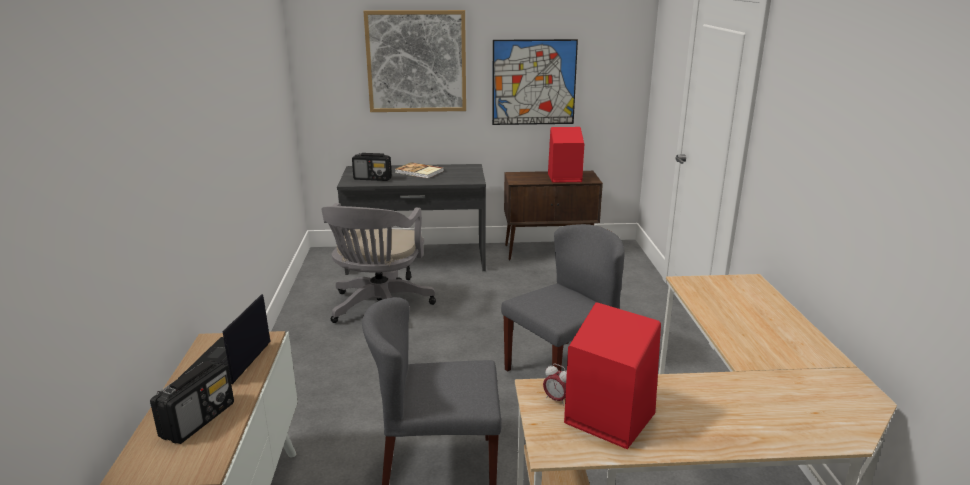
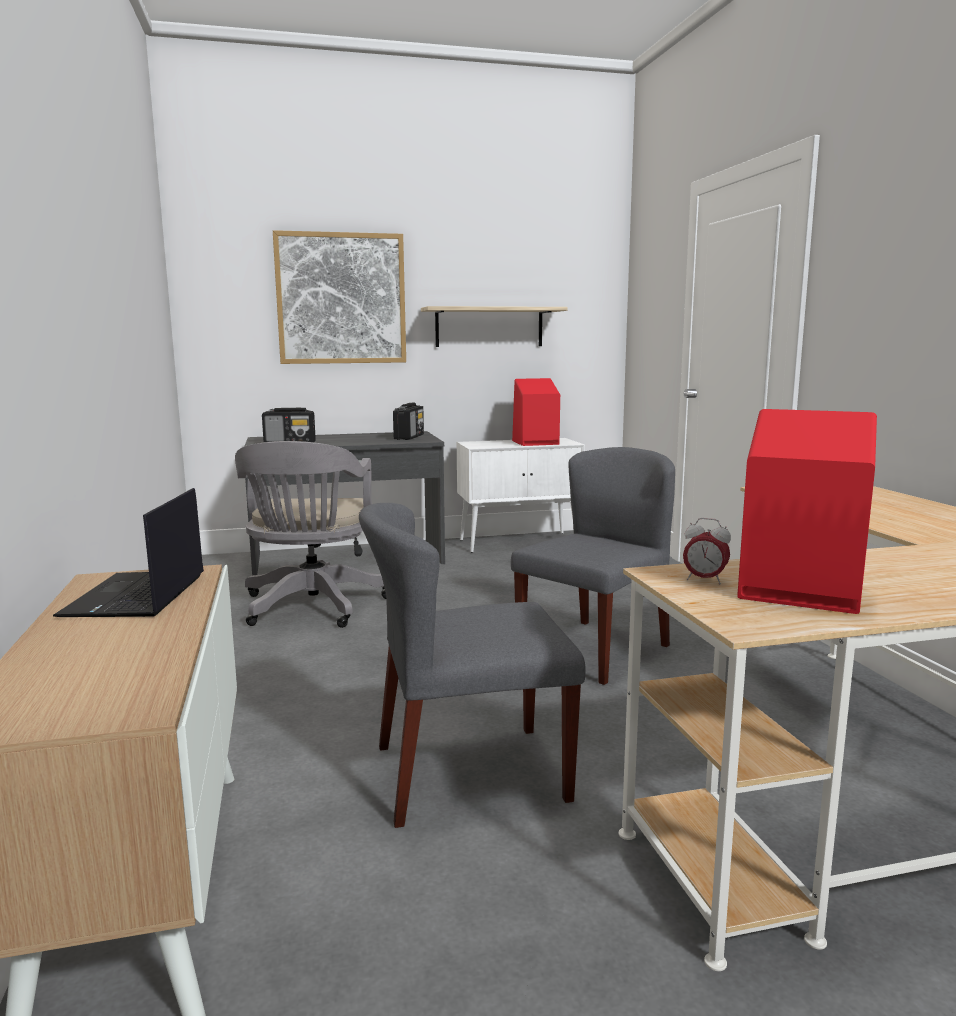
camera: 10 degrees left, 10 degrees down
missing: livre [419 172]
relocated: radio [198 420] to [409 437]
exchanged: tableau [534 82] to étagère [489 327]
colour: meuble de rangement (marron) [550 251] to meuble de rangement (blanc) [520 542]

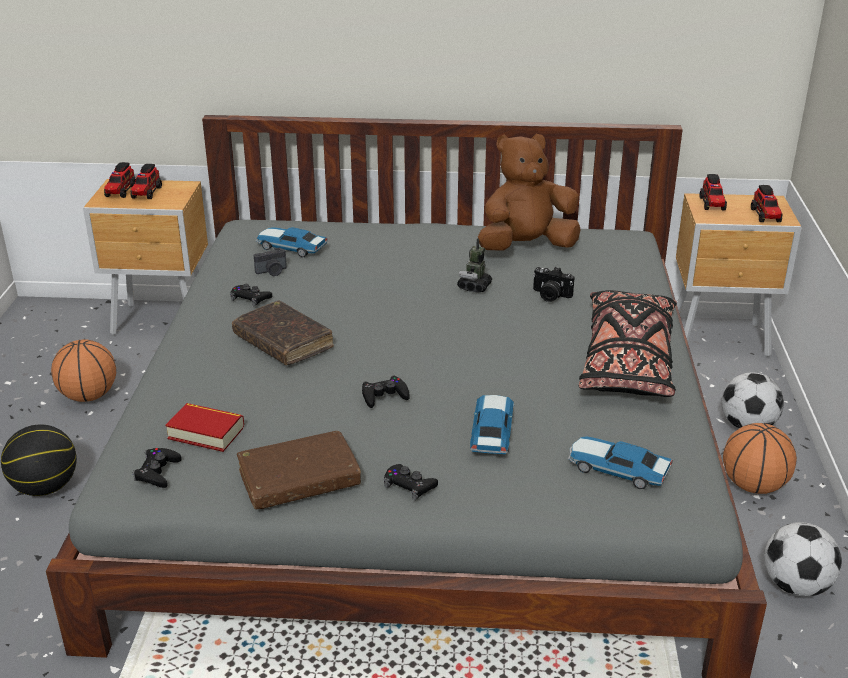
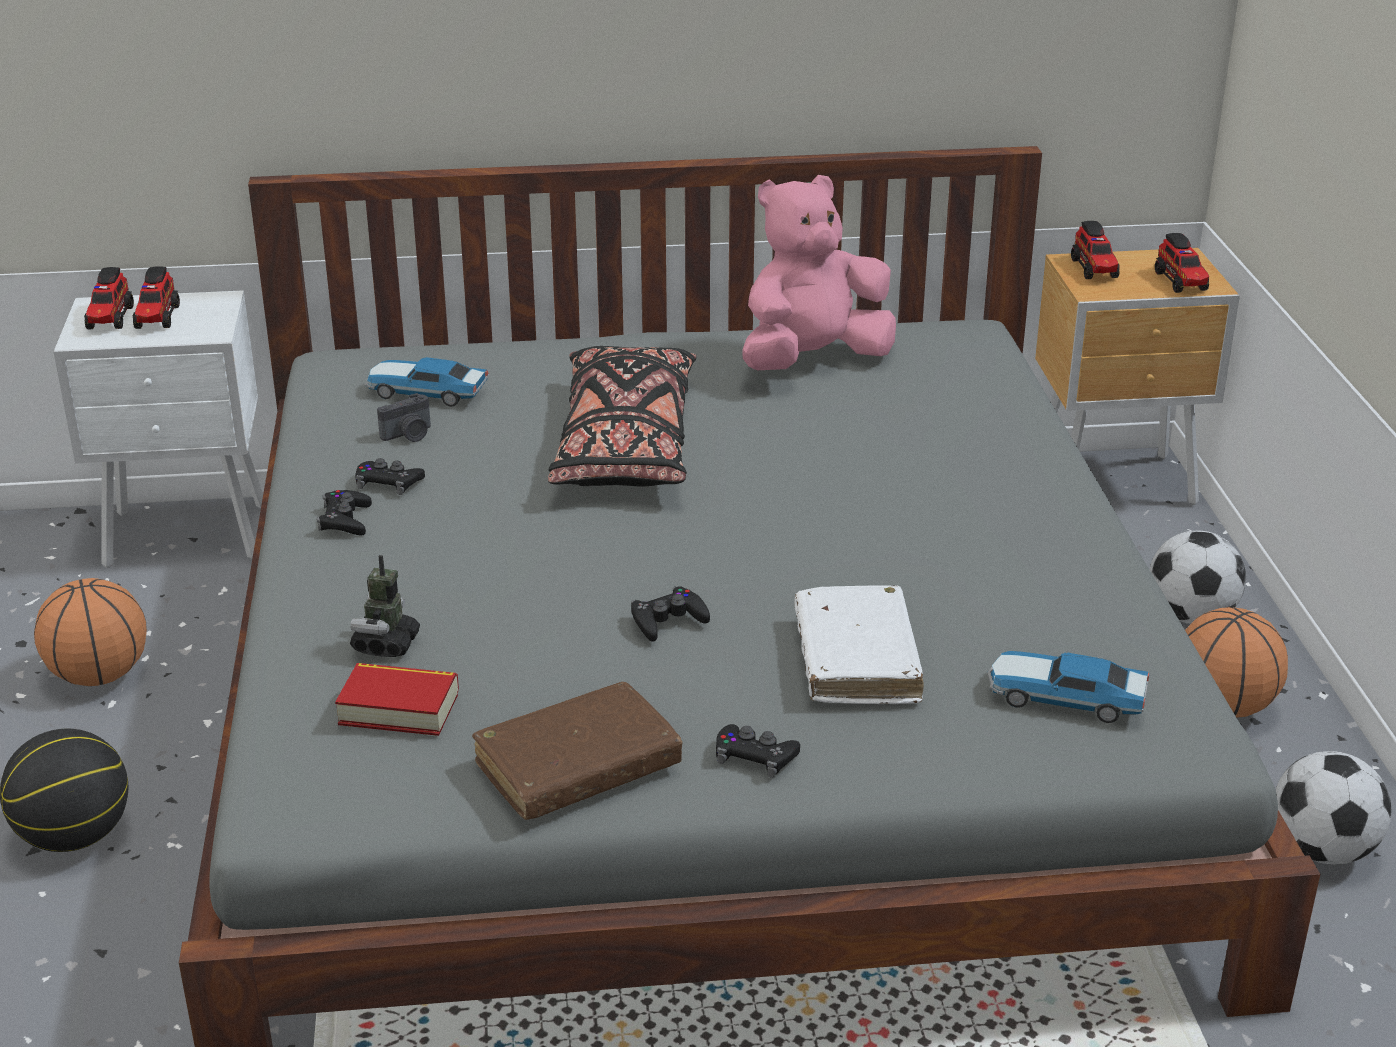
camera: 10 degrees left, 0 degrees up
missing: livre (marron) [283 342]; appareil photo [550 296]
relocated: manette (noir) [157 472] to [345 520]; robot jouet [474 287] to [386 644]; coussin (noir) [627 361] to [625 444]
exchanged: petite voiture [492 432] to livre (blanc) [856 660]
colour: table de chevet (marron) [164 322] to table de chevet (blanc) [190 538]; peluche (marron) [526 247] to peluche (rose) [812 361]

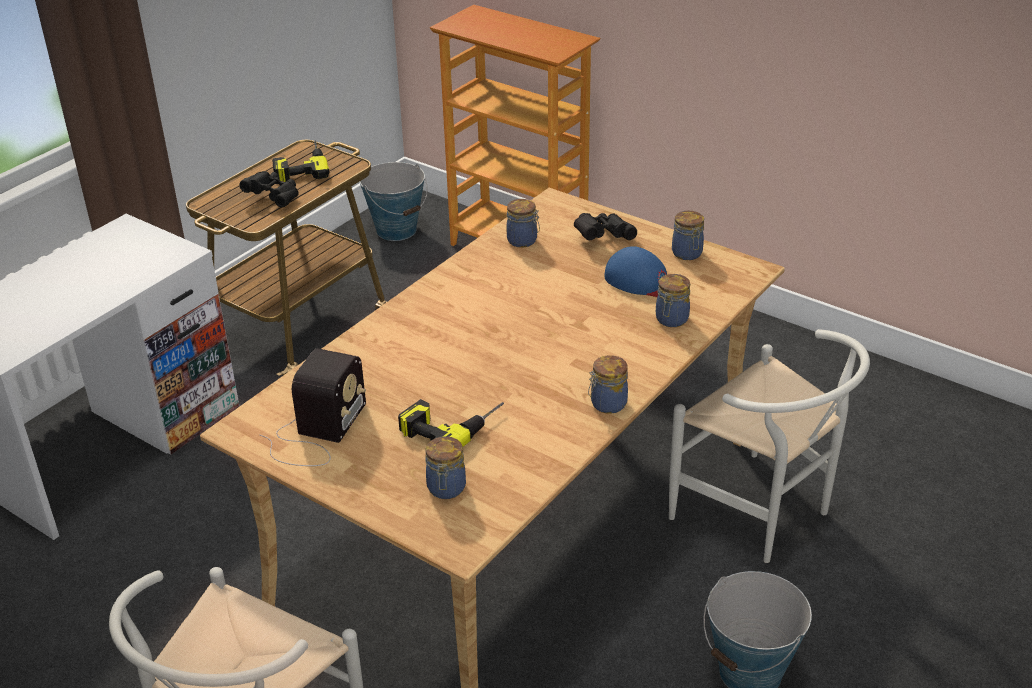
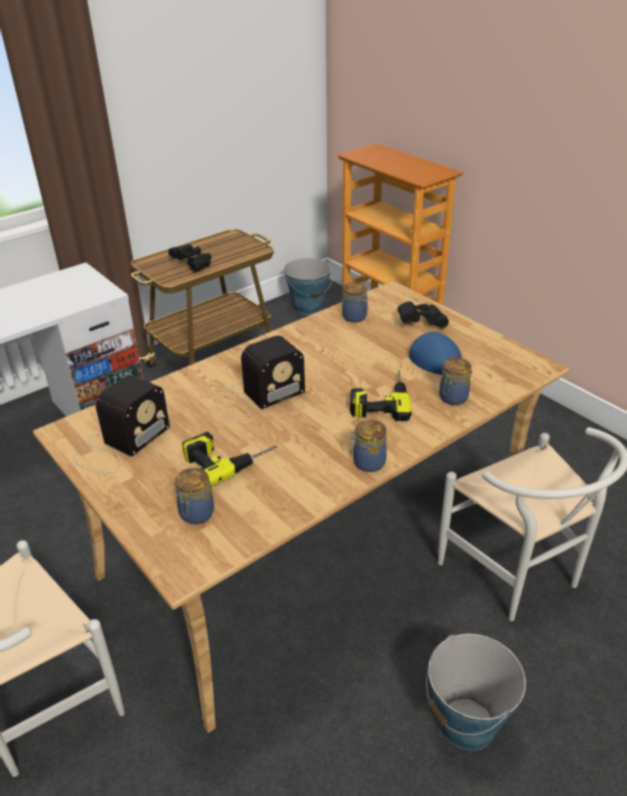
camera: 15 degrees right, 0 degrees up
missing: bocal [687 254]
appeared: radio [255 396]
relocated: perceuse [300 166] to [379 399]

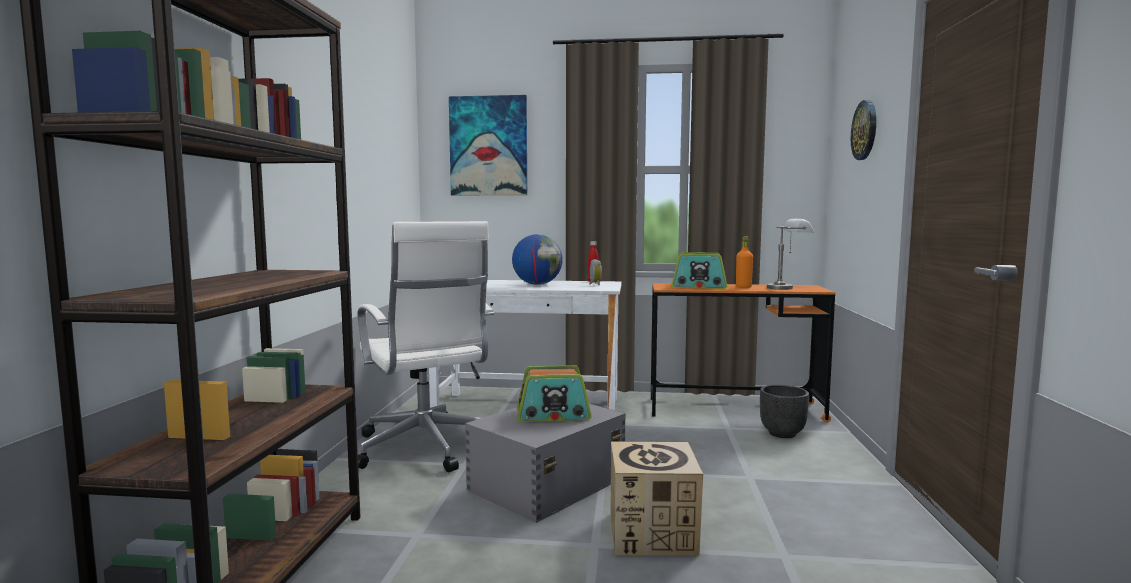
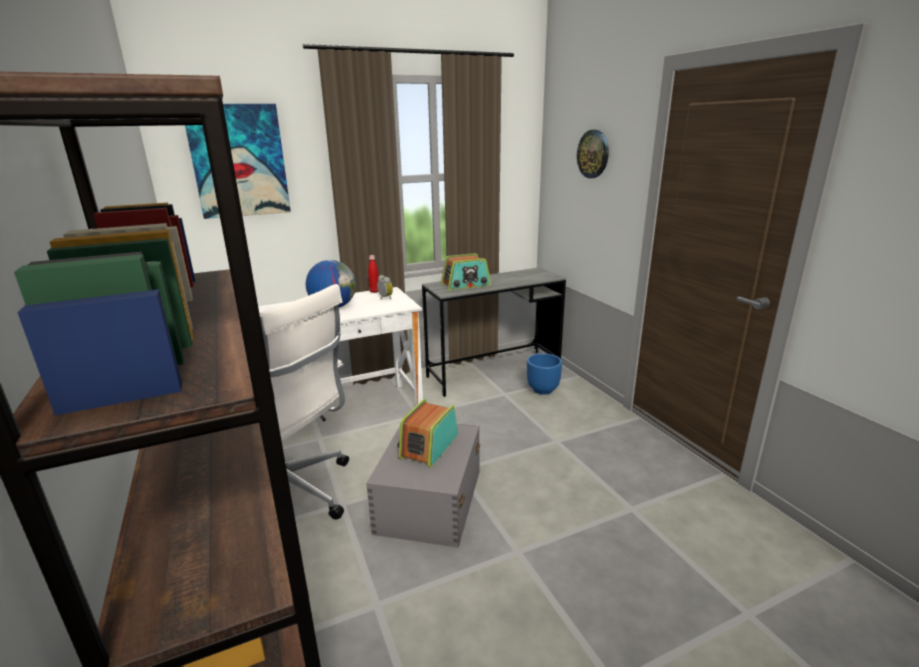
camera: 30 degrees left, 15 degrees up
missing: carton [652 533]; bouteille (orange) [743 287]; lampe de table (gris) [788 288]
colour: bureau (orange) [734 409] to bureau (gris) [494 373]; cache-pot (noir) [783 434] to cache-pot (bleu) [543 390]
spun: radio [553 414] = [428 446] 150 degrees clockwise

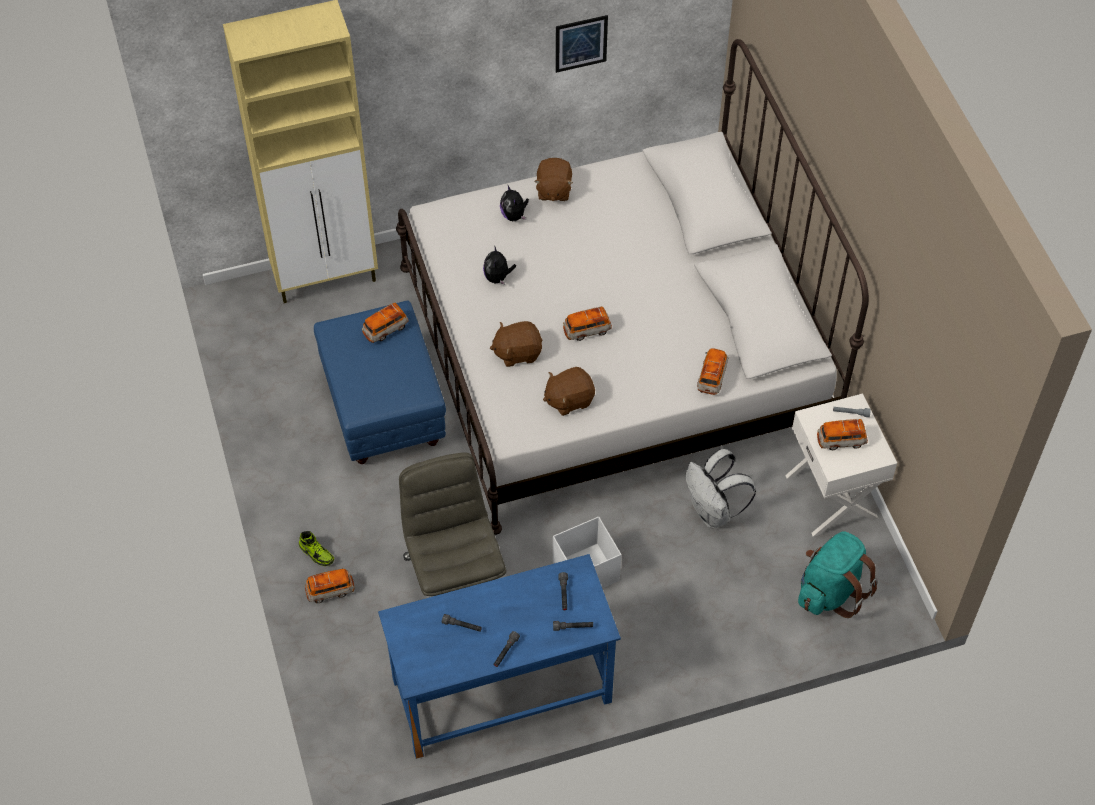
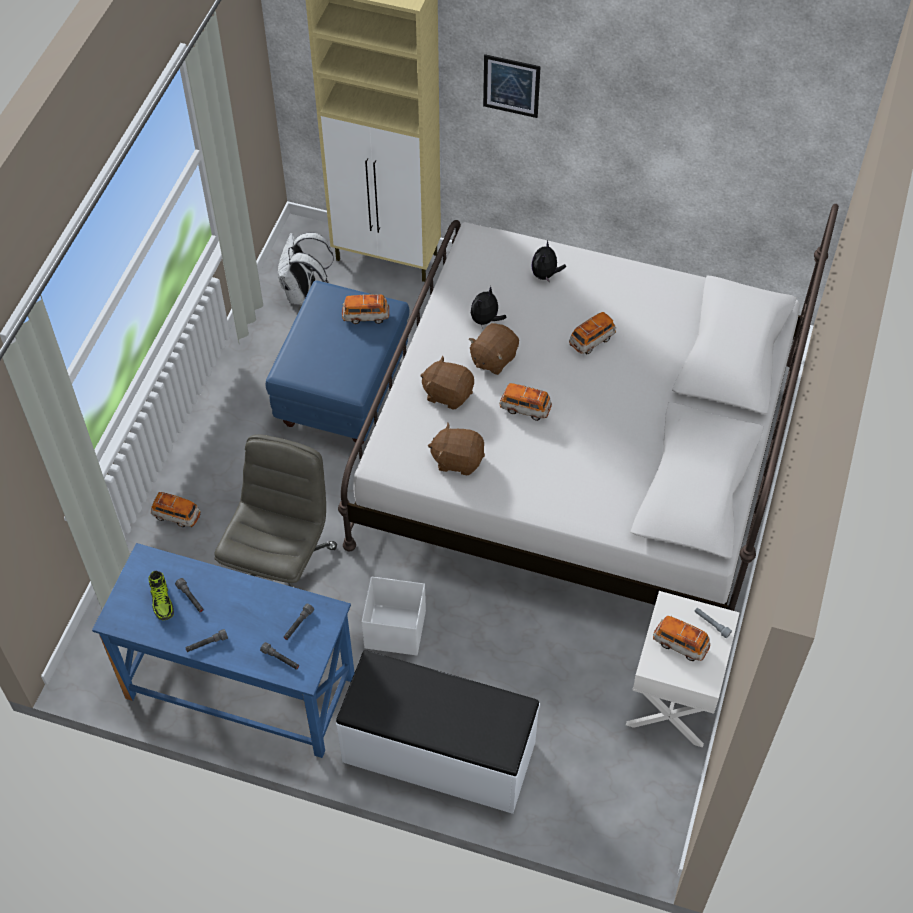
camera: 35 degrees right, 0 degrees up
missing: sac à dos (turquoise) [830 591]
appeared: banc (blanc) [438 753]
relocated: chaussure [316 553] to [162 601]; peluche (marron) [553 190] to [493 358]; tableau [581 43] to [511 86]; sac à dos (blanc) [713 512] to [304 294]; petite voiture [712 378] to [592 340]

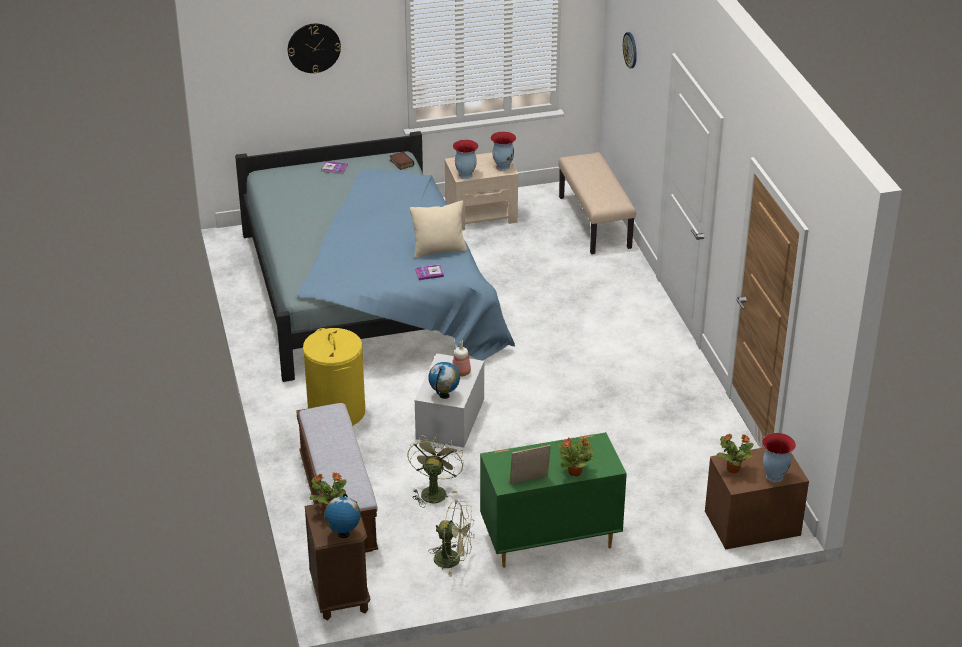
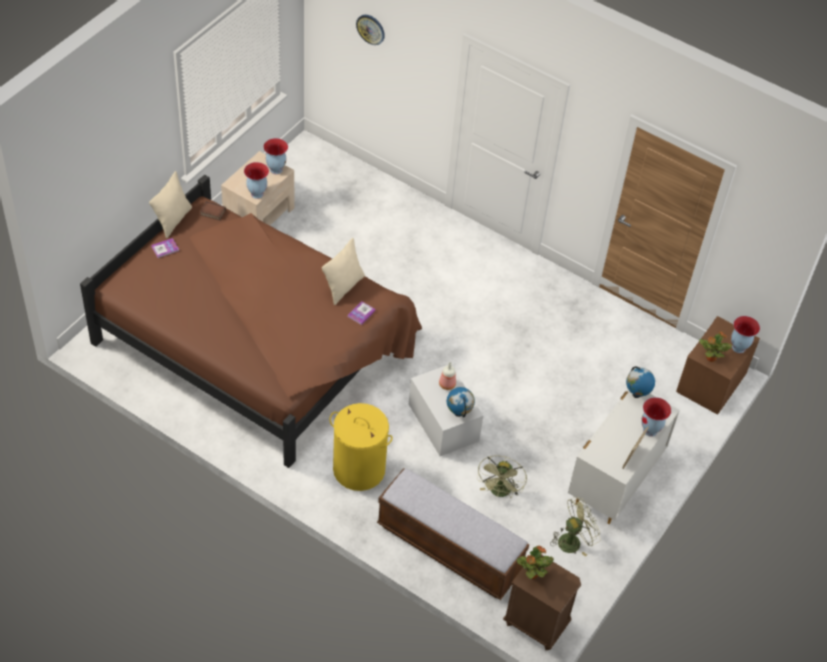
camera: 45 degrees left, 15 degrees up
missing: horloge murale [314 48]; banc (beige) [595 222]
appeared: coussin (beige) [173 220]
relocated: globe [343 534] to [636 394]
exchanged: plante en pot [575 472] to vase [650 430]
colour: lit (bleu) [368 293] to lit (marron) [258 342]; commode (vert) [549 541] to commode (blanc) [613 482]
spun: ventilateur (vert) [434 491] = [500 492] 135 degrees counterclockwise

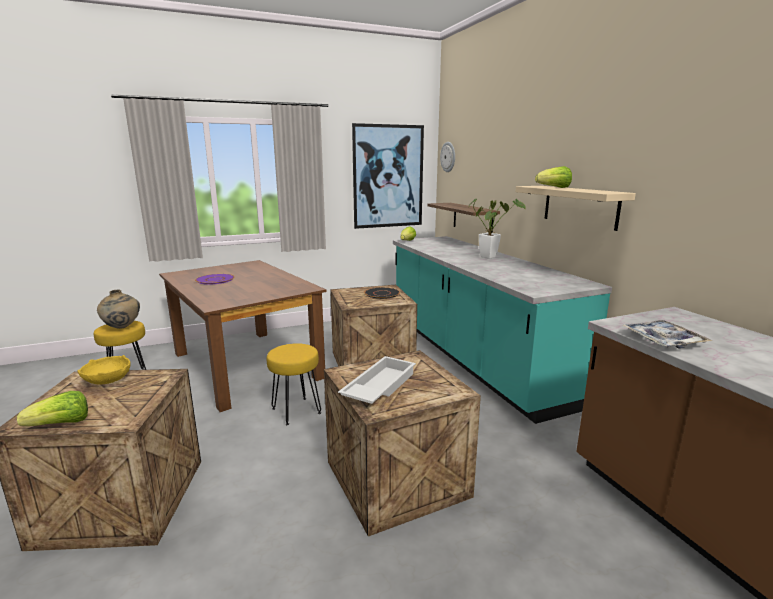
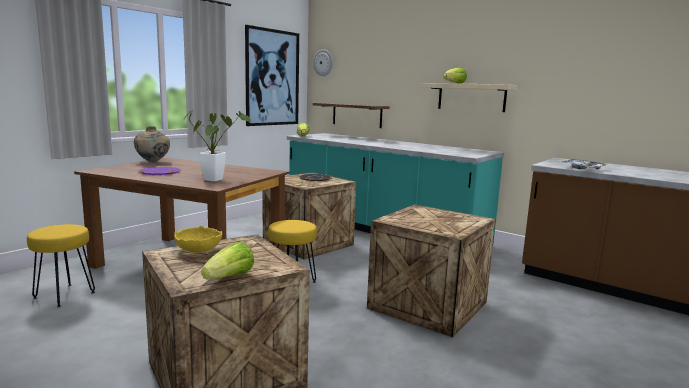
camera: 30 degrees left, 5 degrees down
missing: plateau (blanc) [378 386]
relocated: vase (beige) [122 328] to [153 162]; plante en pot [490 256] to [216 179]

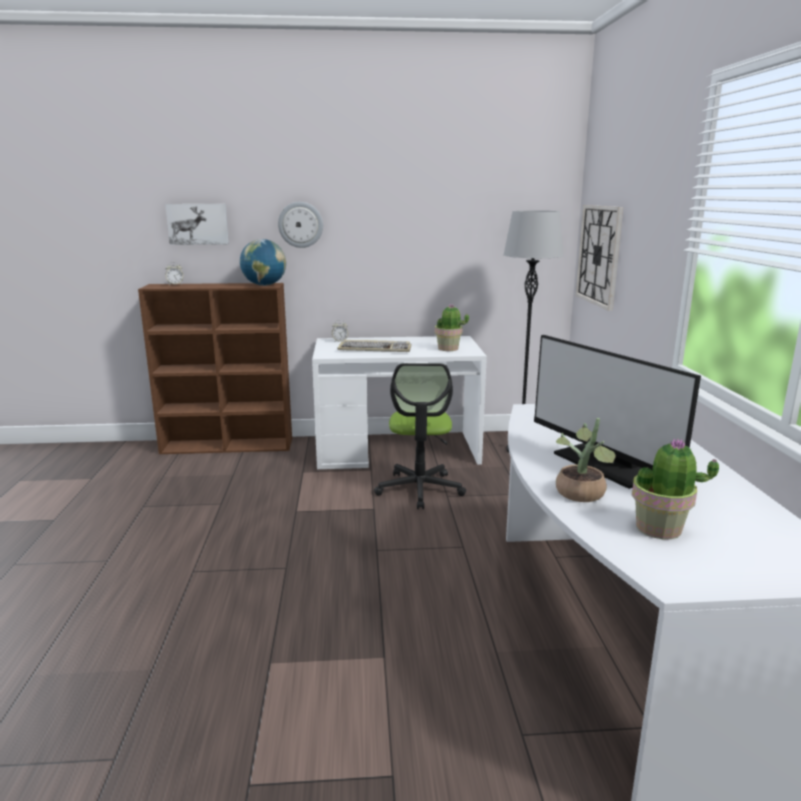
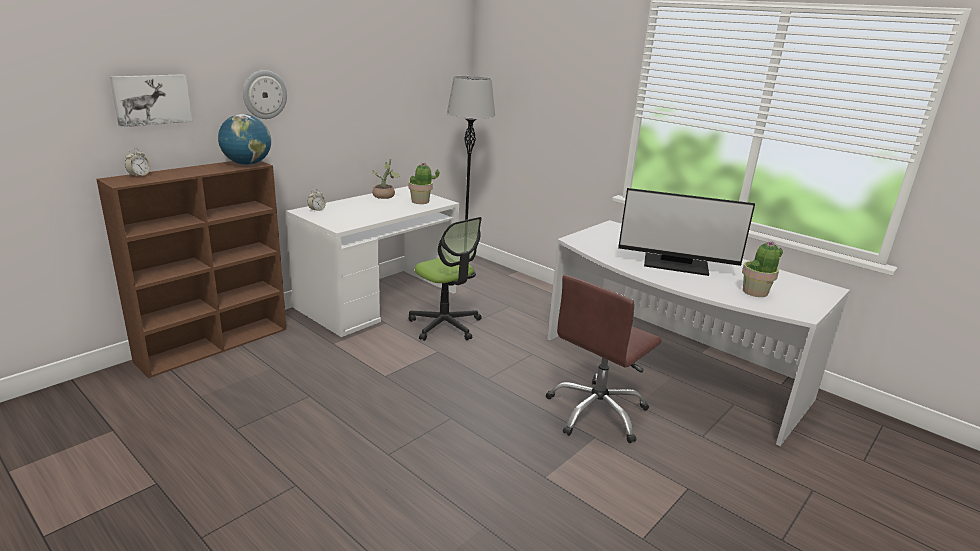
camera: 45 degrees left, 5 degrees up
missing: clavier [375 349]; horloge murale [599 255]
appeared: chaise de bureau (marron) [597 412]
relocated: plante en pot [581 496] to [385 197]

